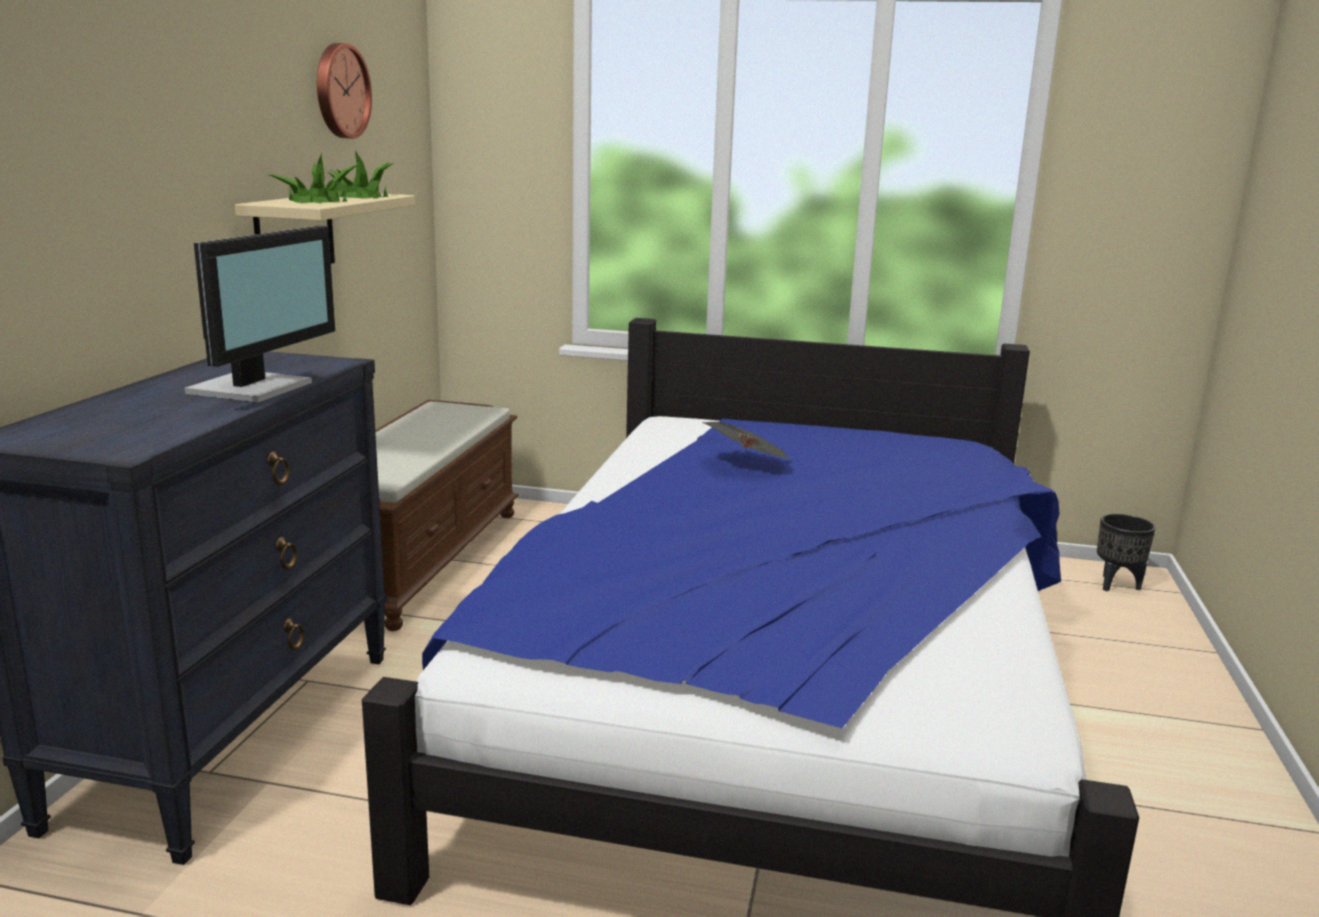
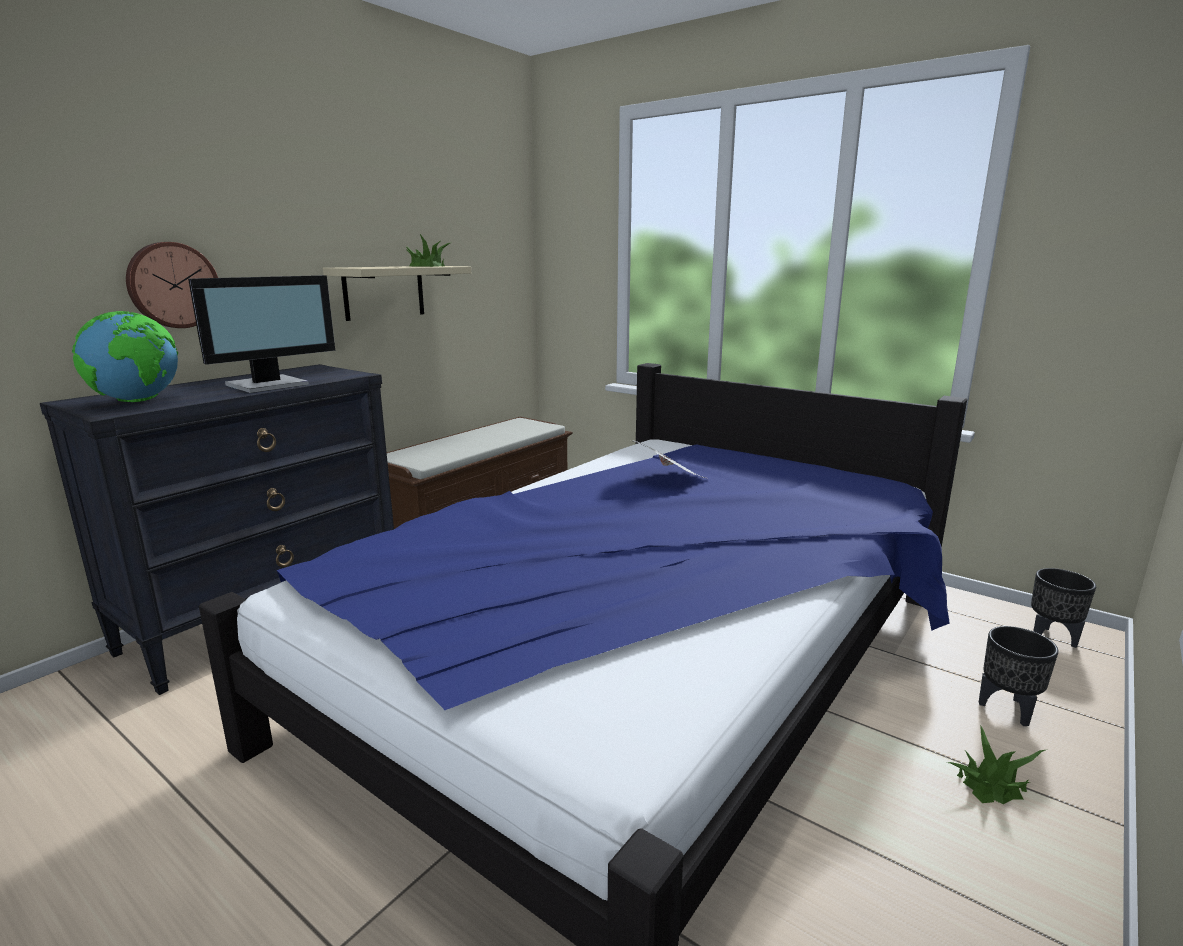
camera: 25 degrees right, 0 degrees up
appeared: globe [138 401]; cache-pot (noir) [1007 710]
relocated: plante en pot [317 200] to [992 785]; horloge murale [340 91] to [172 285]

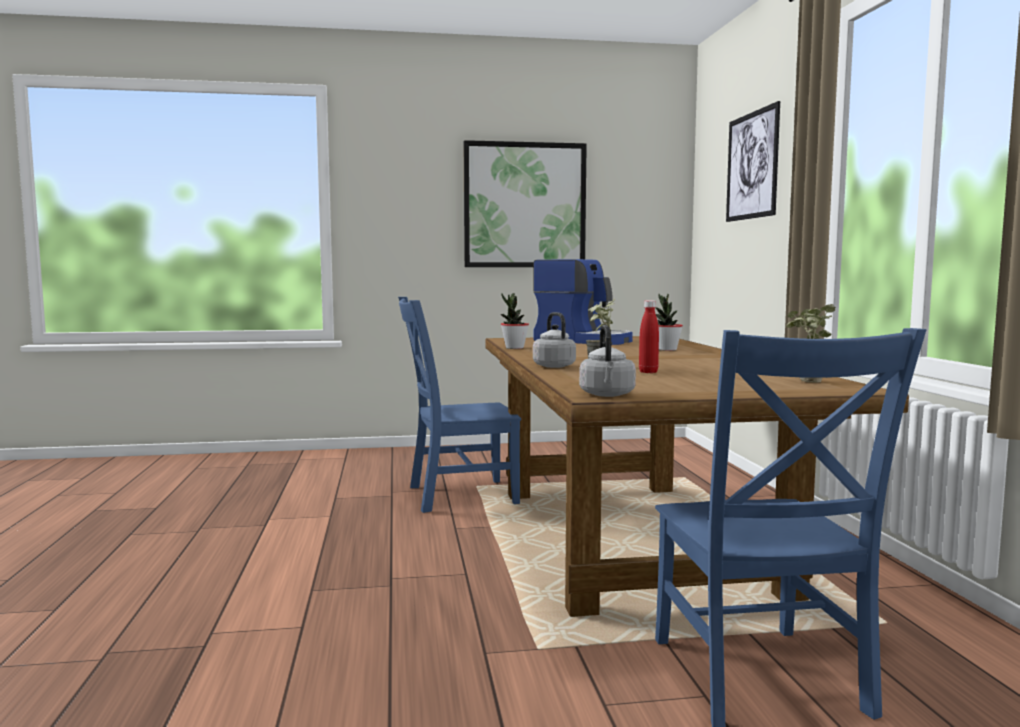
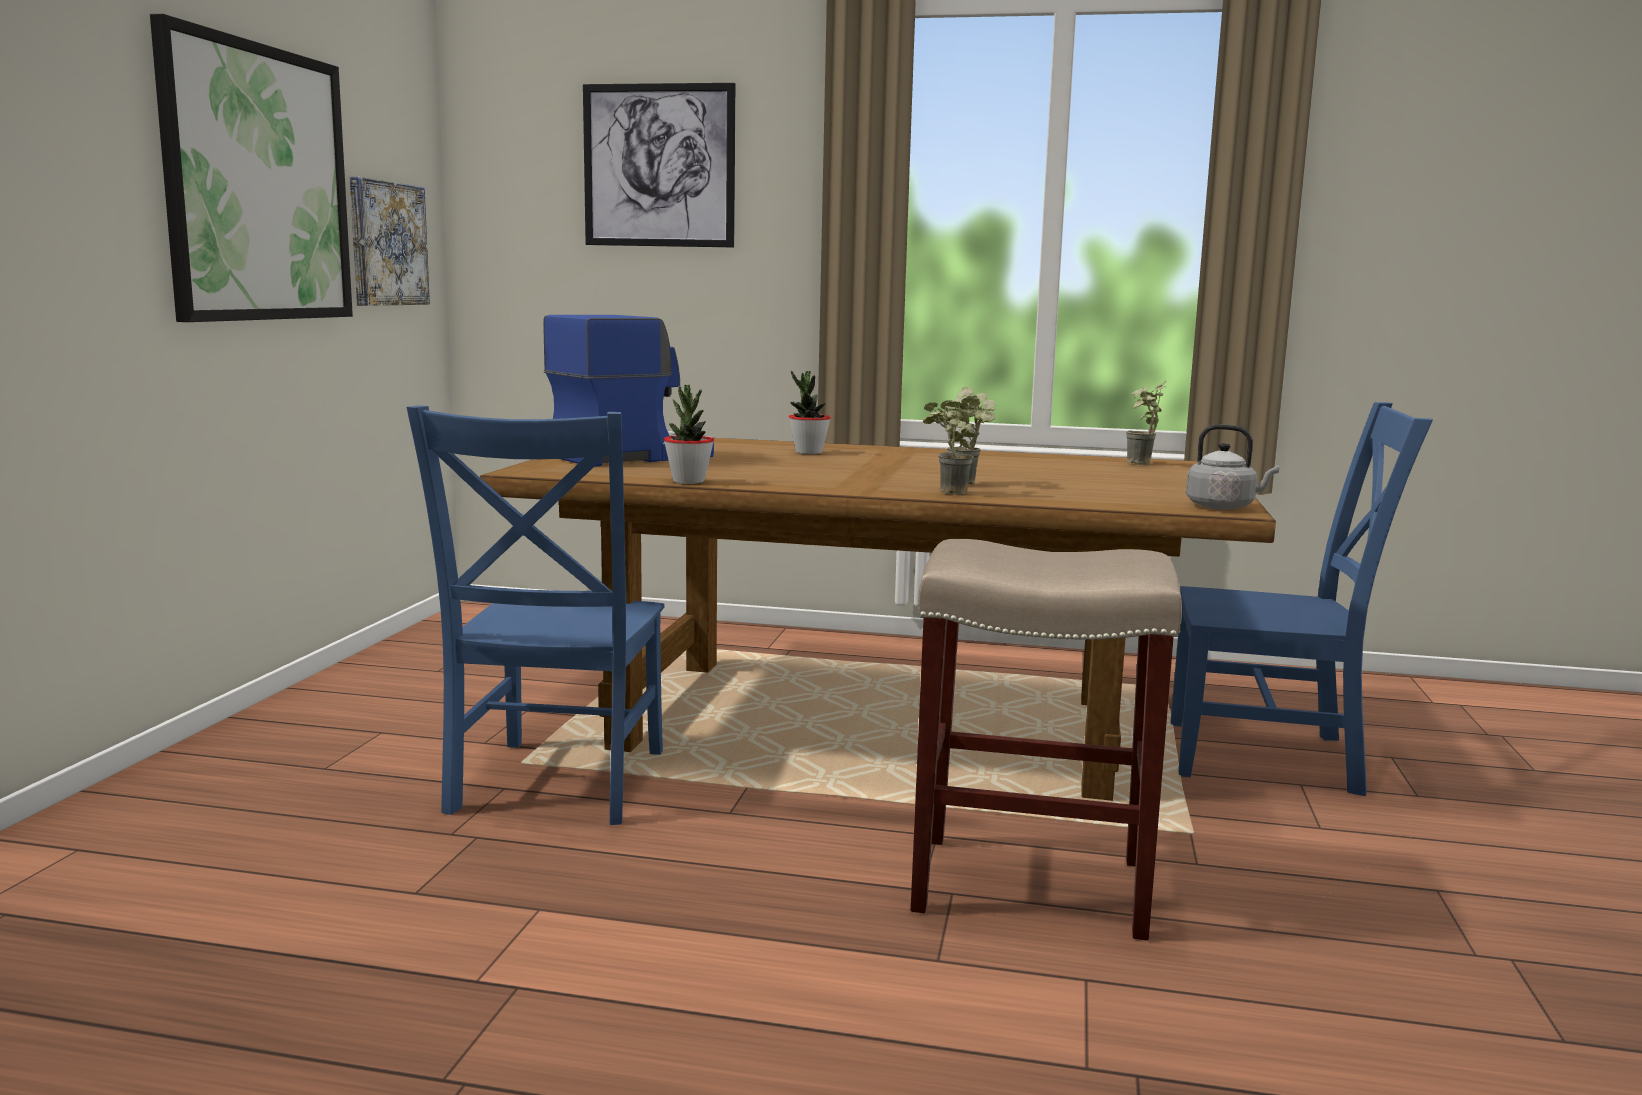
camera: 70 degrees left, 5 degrees up
missing: bouteille (rouge) [648 372]
appeared: tableau [386 244]; tabouret (beige) [1034 884]
exchanged: bouilloire (gris) [552 366] to plante en pot [946 493]

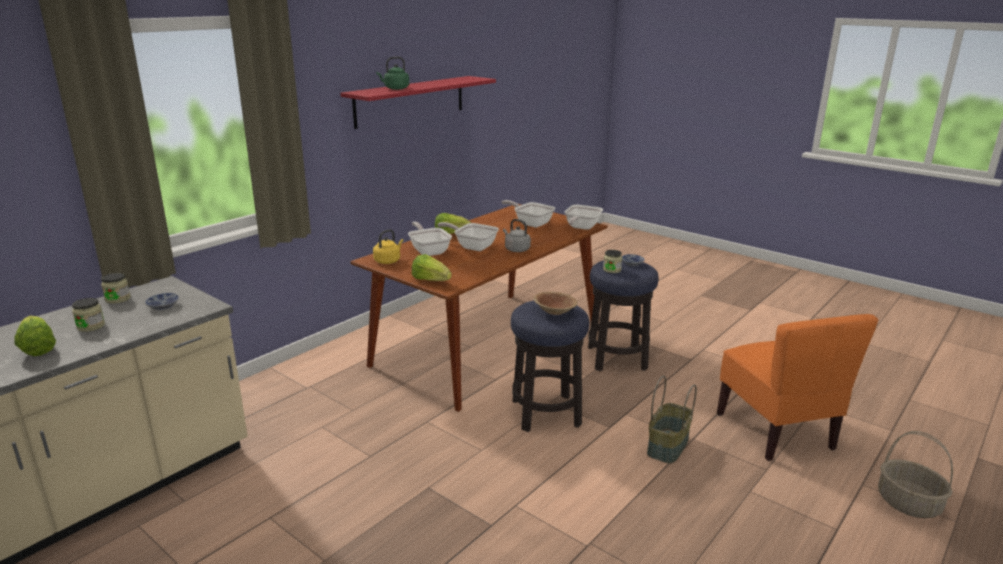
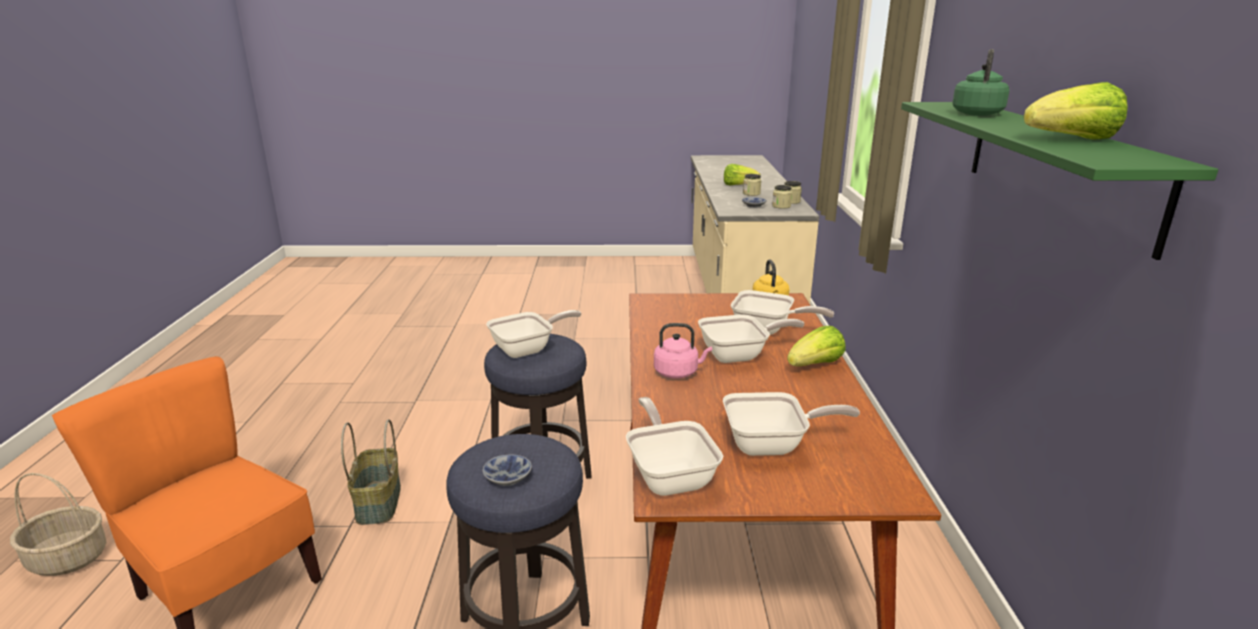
camera: 140 degrees right, 0 degrees up
relocated: laitue [430 280] to [1073 140]; bocal [612 270] to [781 206]
exchanged: bol (marron) [555 312] to poêle [528 349]
colour: étagère (rouge) [410 101] to étagère (vert) [1056 167]; bouilloire (gris) [516 249] to bouilloire (rose) [678 372]

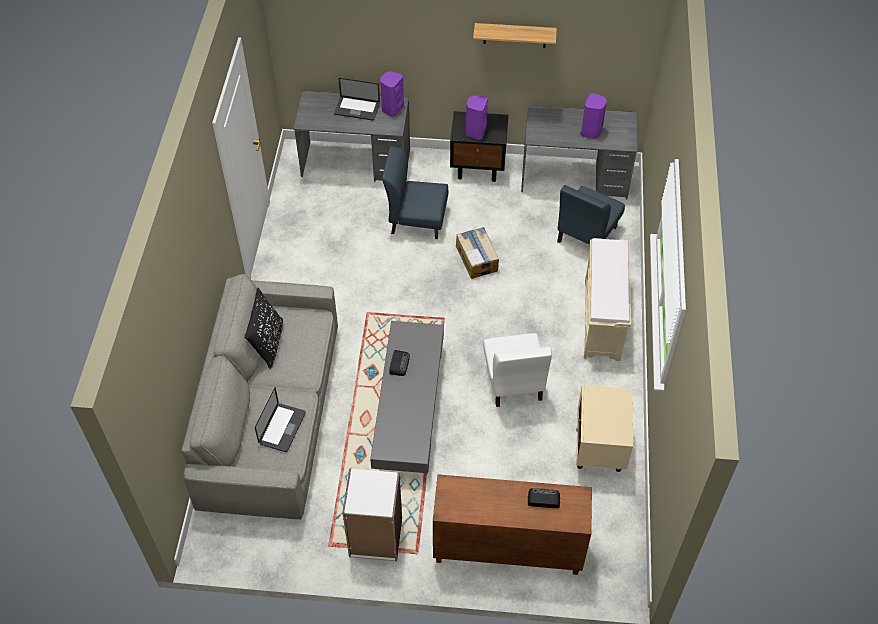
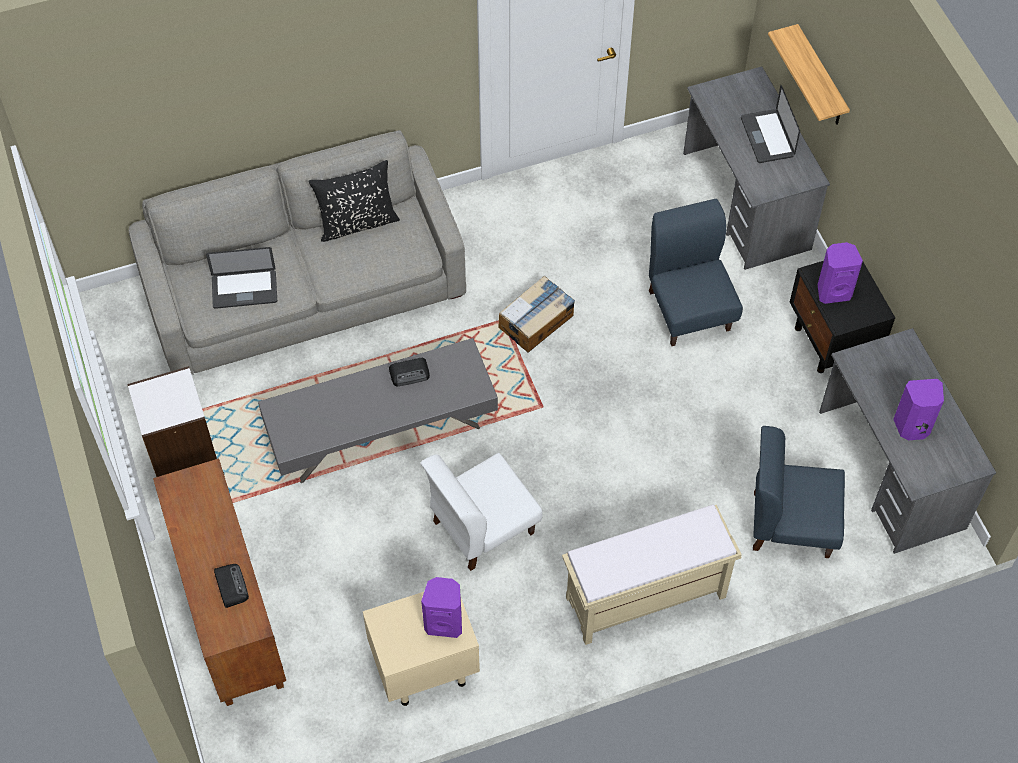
camera: 65 degrees right, 5 degrees up
relocated: enceinte (violet) [392 108] to [444 622]; carton [477 258] to [536 321]; étagère [515 35] to [820 78]

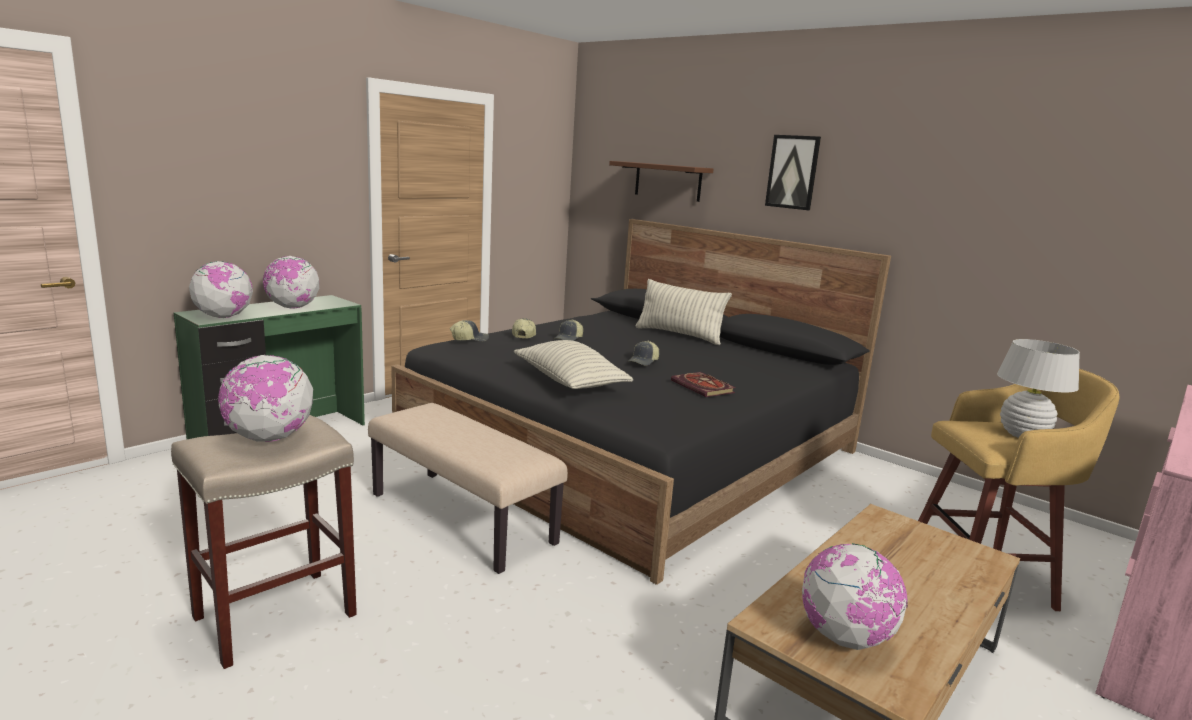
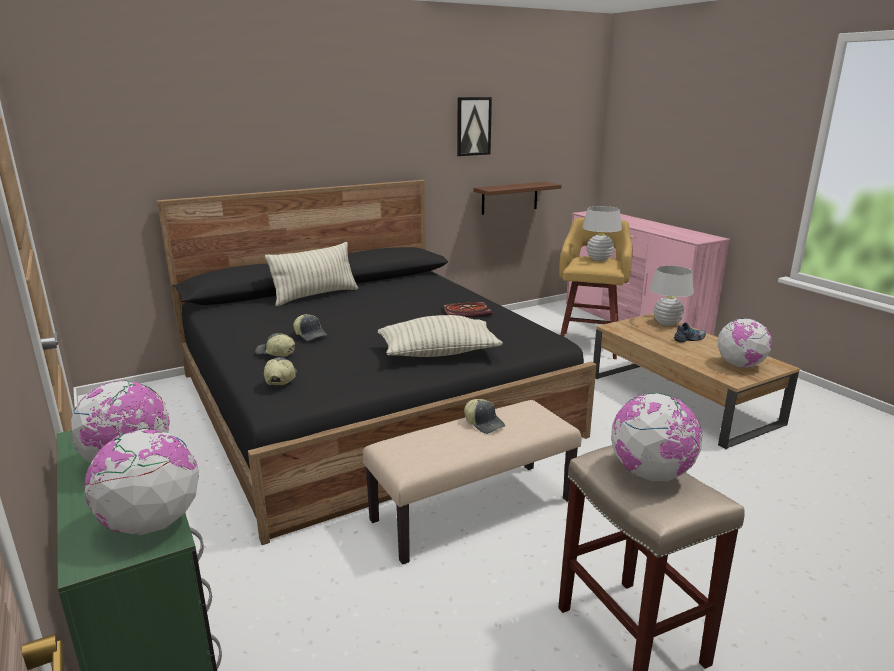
camera: 70 degrees left, 5 degrees up
appeared: lampe de table (blanc) [667 323]; chaussure [690 339]
relocated: étagère (marron) [667 181] to [509 198]; casquette [643 362] to [484 423]; tableau [793 172] to [473 126]

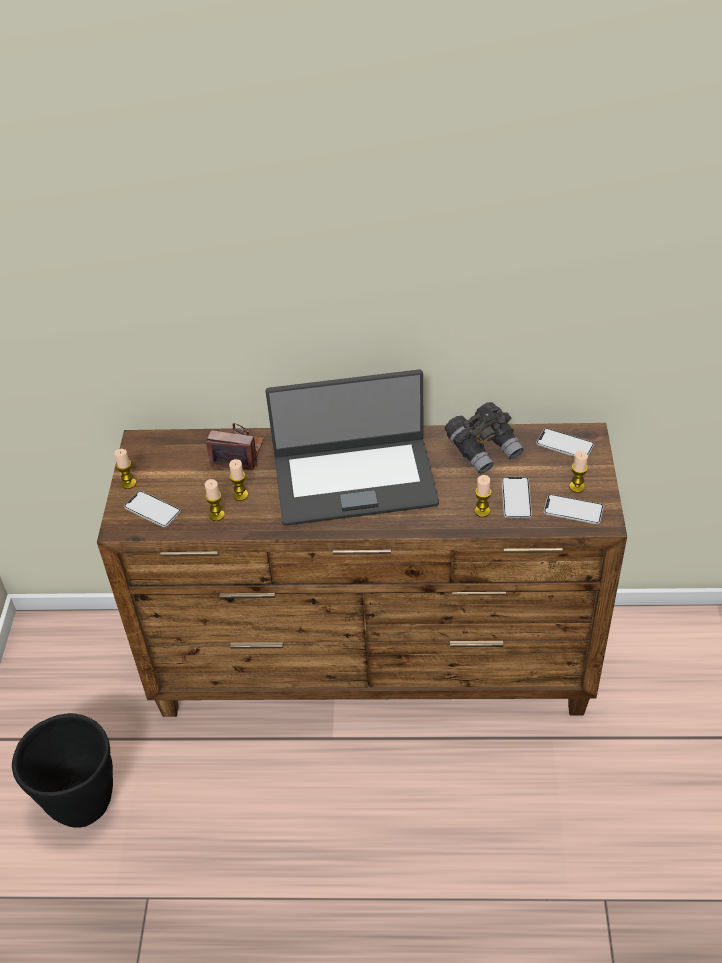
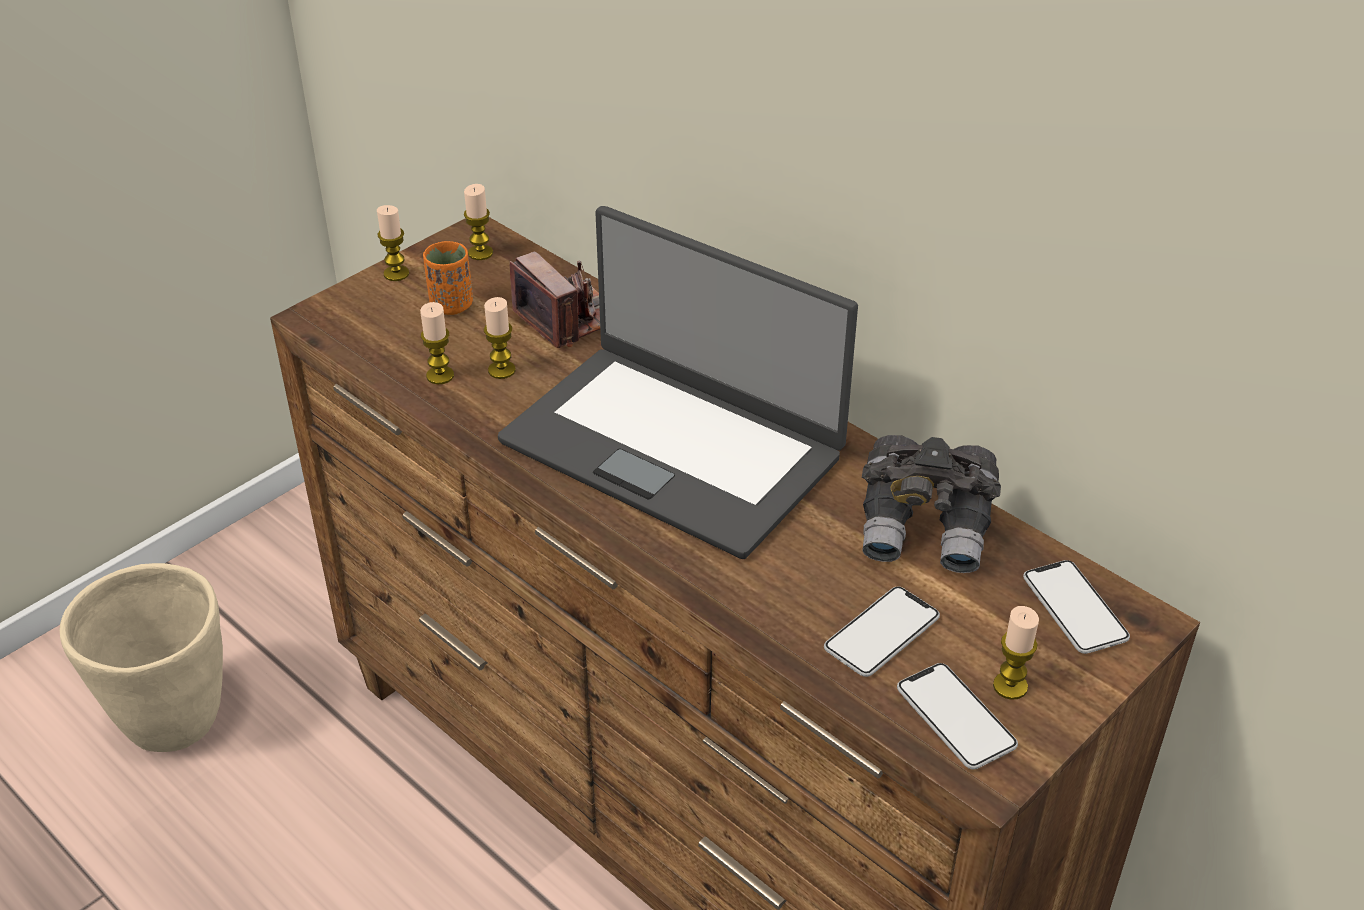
camera: 40 degrees right, 5 degrees down
missing: téléphone [152 510]
appeared: tasse (orange) [451 305]
relocated: bougie [482 511] to [480 253]
colour: cache-pot (noir) [82 803] to cache-pot (beige) [173 720]

